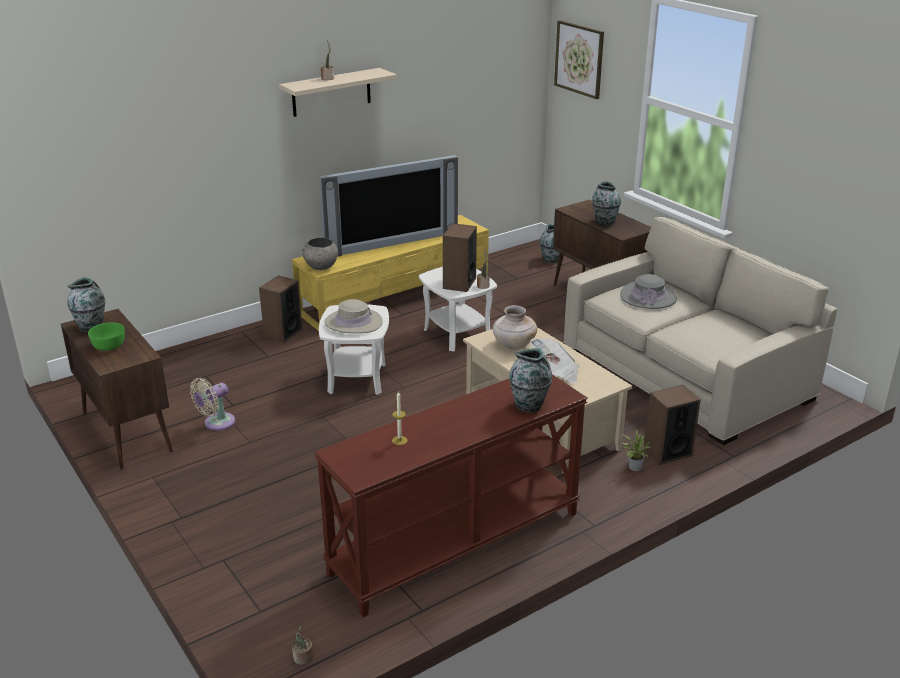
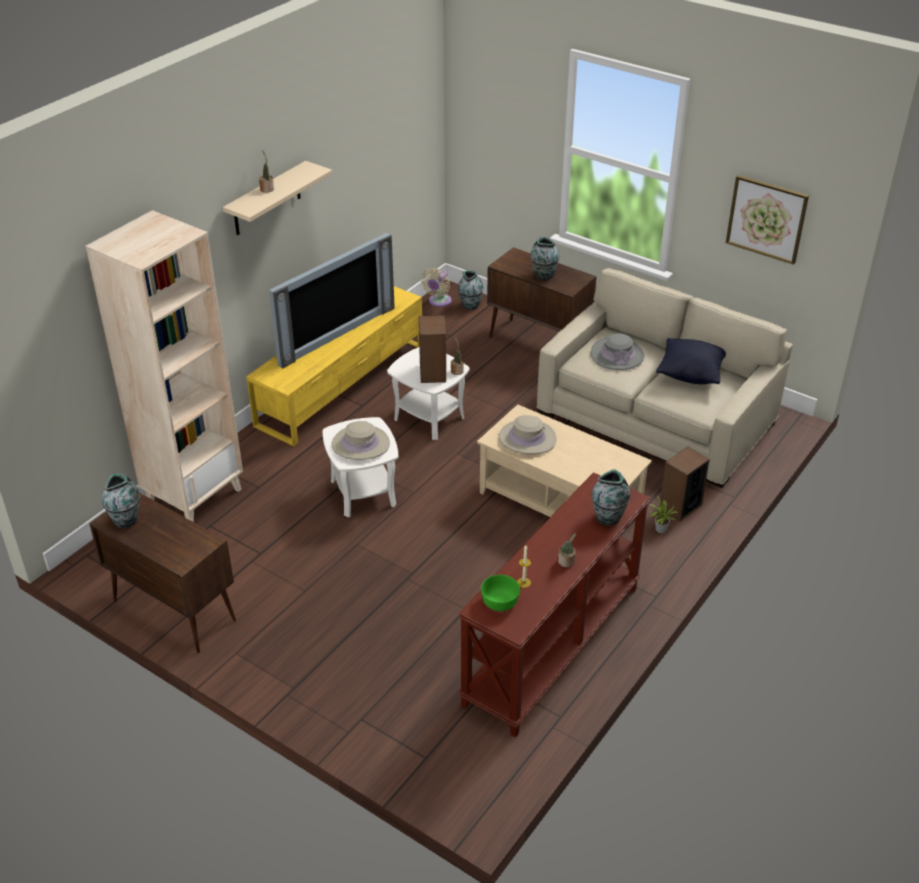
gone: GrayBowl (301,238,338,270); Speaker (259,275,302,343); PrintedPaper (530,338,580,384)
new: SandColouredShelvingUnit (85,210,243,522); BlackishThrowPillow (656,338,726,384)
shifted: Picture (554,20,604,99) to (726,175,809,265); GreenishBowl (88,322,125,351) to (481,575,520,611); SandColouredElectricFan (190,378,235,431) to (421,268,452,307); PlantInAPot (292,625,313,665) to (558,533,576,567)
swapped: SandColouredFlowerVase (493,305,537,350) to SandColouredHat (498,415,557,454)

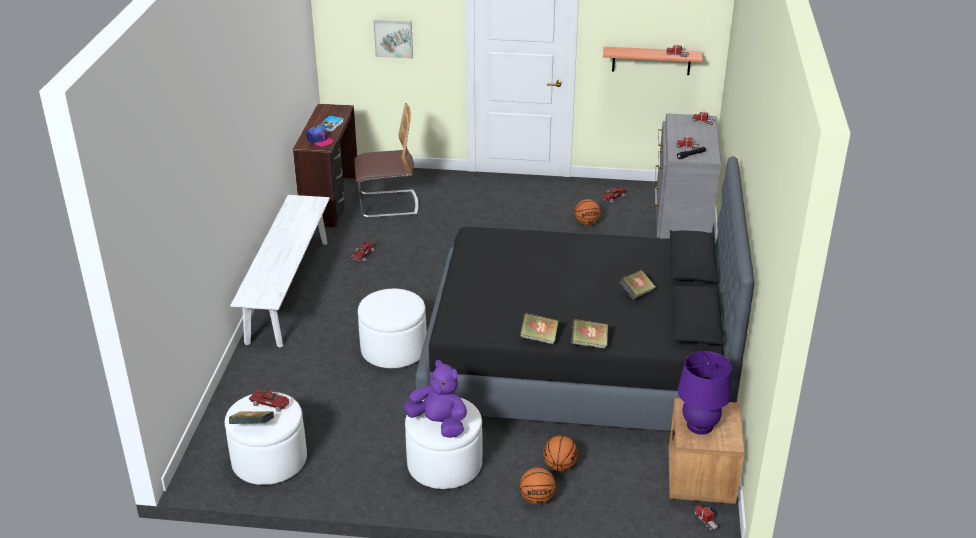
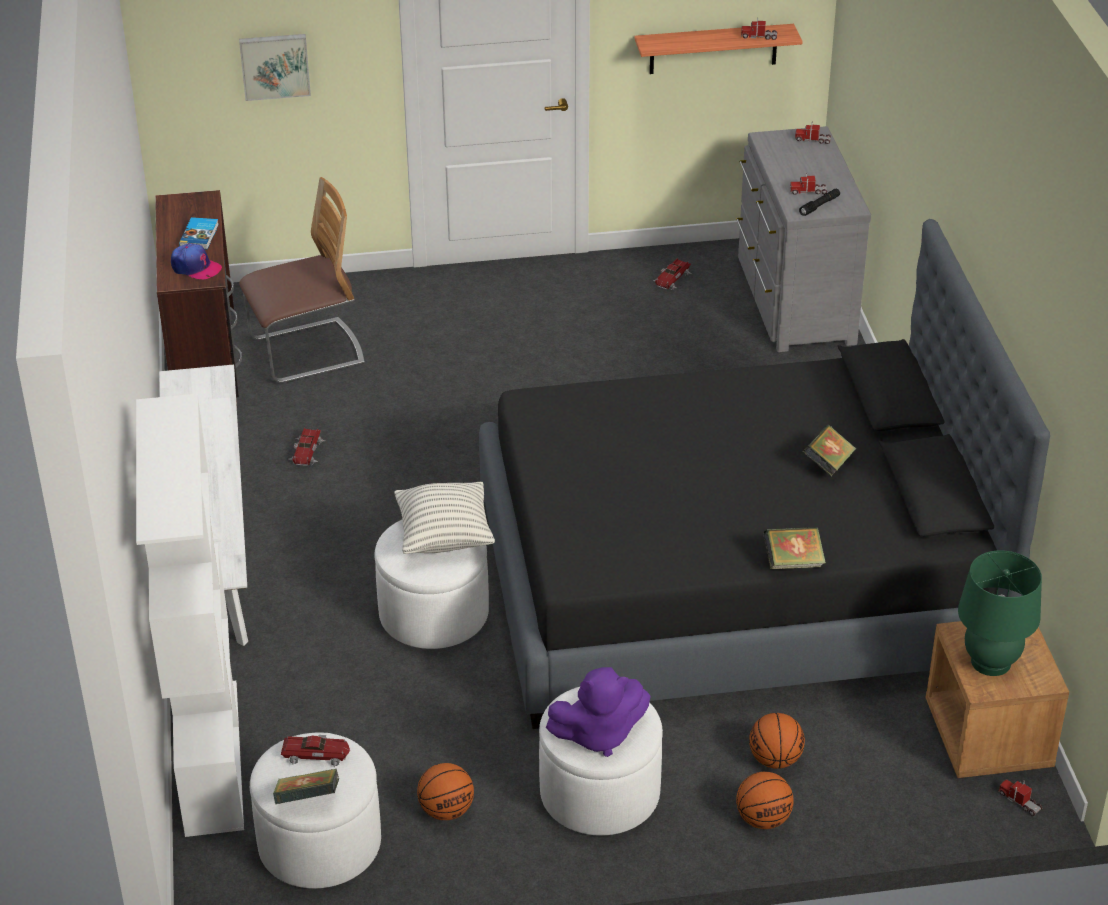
gone: Volume (519,313,559,345)
new: WhiteColouredShelvingUnit (136,394,244,837); ThrowPillow (394,482,495,554)
shifted: Basketball (574,199,601,226) to (417,763,474,820)
repainted: PurpleColouredTabletopLamp (678,351,732,435) to GreenishTabletopLamp (958,550,1042,676)
rotated: PurpleColouredPlushToy (403,360,467,438) = (546,667,651,757) 150 degrees clockwise

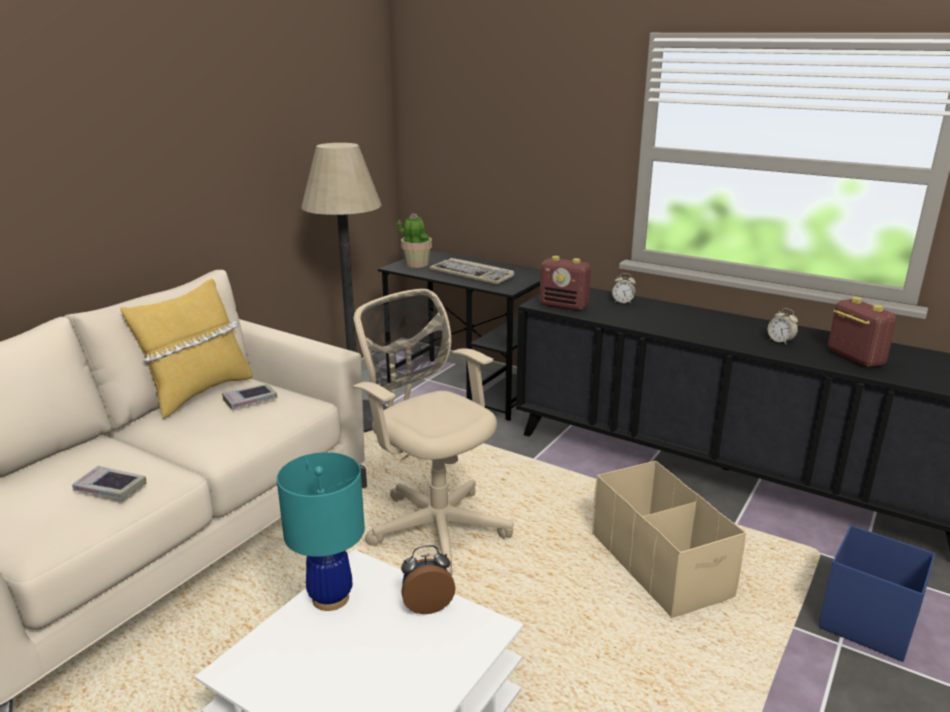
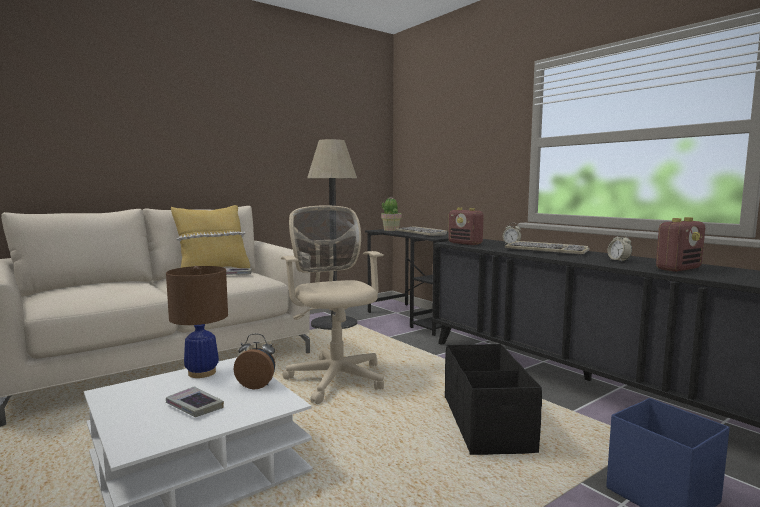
new: PcKeyboard (505,241,589,254)
shifted: Volume (72,466,146,500) to (166,386,224,417)
repainted: BlueGreenTabletopLamp (277,452,365,611) to BrownTabletopLamp (166,266,228,378); SandColouredStorageContainer (592,461,746,618) to BlackishStorageContainer (445,344,542,455)
rotated: RadioReceiver (828,297,896,367) = (656,217,705,272) 60 degrees clockwise

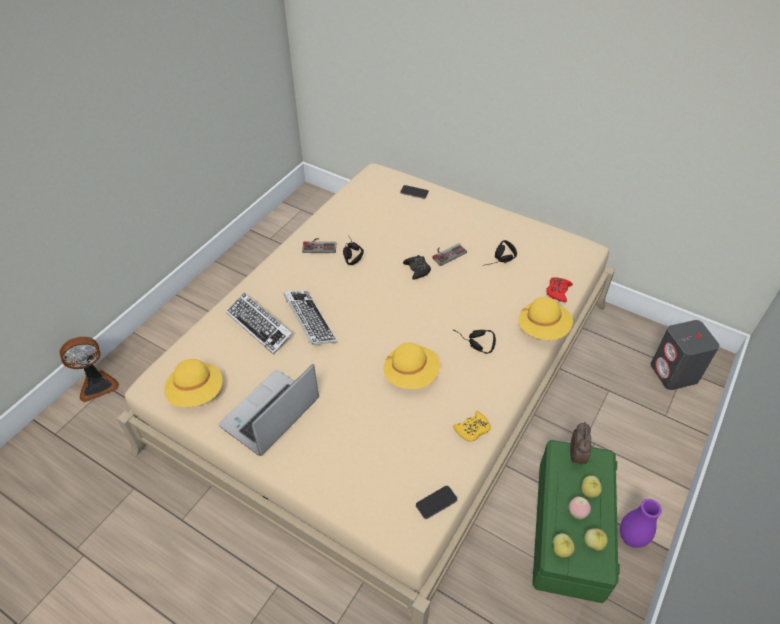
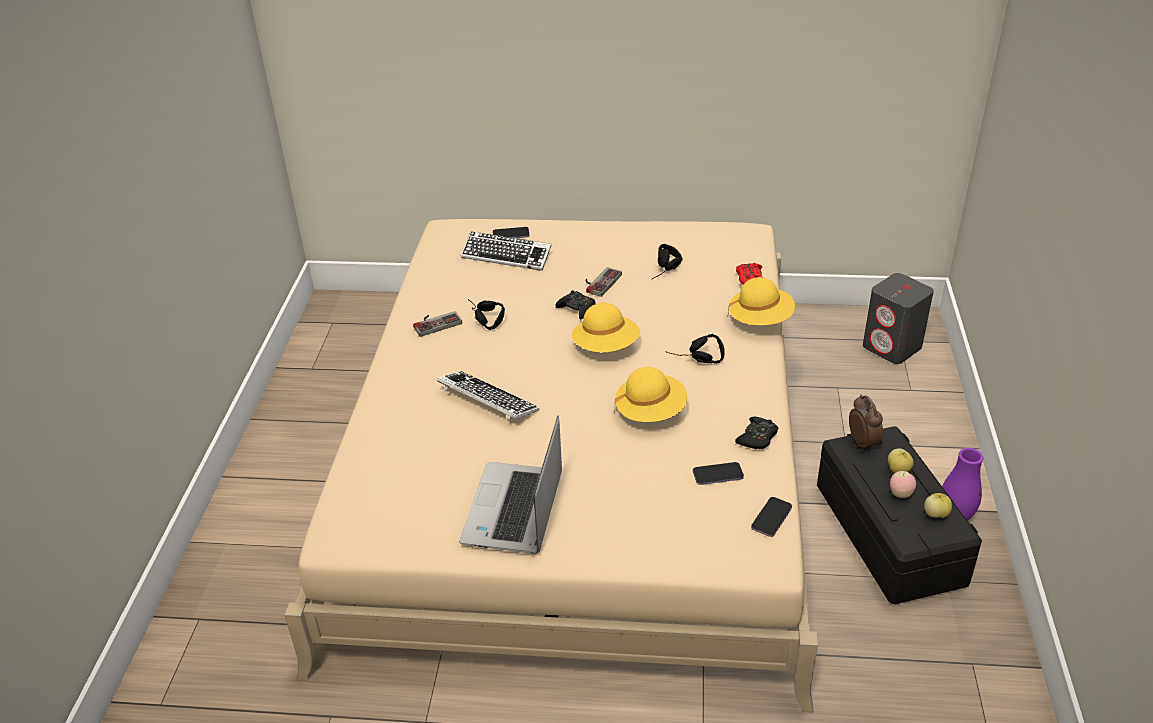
gone: ElectricFan (60,337,119,403); Apple (553,533,575,557)
new: Telephone (693,462,744,485)
shifted: PcKeyboard (226,293,293,355) to (461,231,552,271); YellowishHat (164,359,222,407) to (572,303,640,353)
repainted: YellowishGamepad (453,411,491,442) to BlackishGamepad (735,417,778,449); GreenishStorageContainer (532,440,620,603) to BlackishStorageContainer (817,426,982,604)

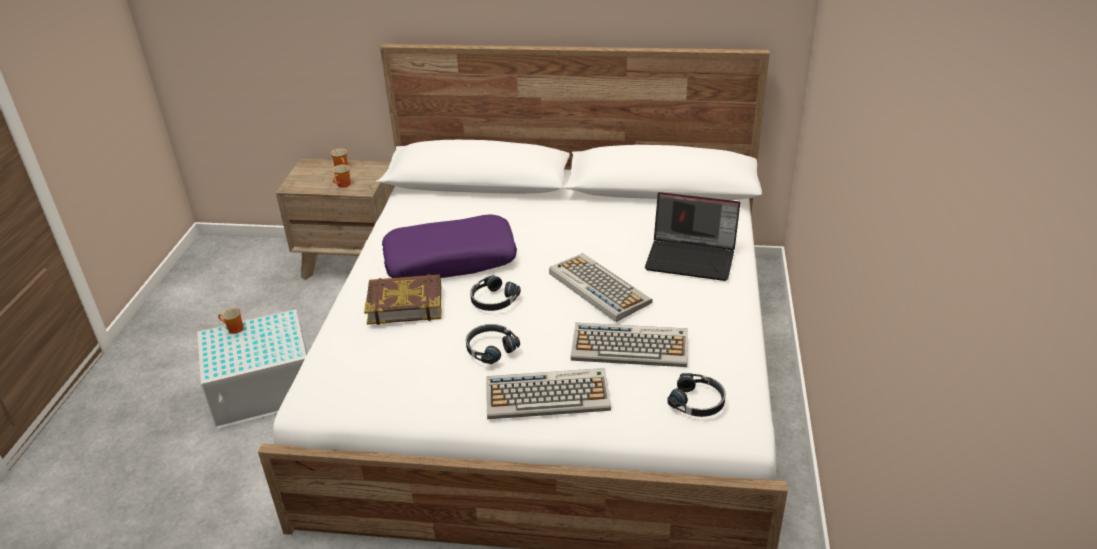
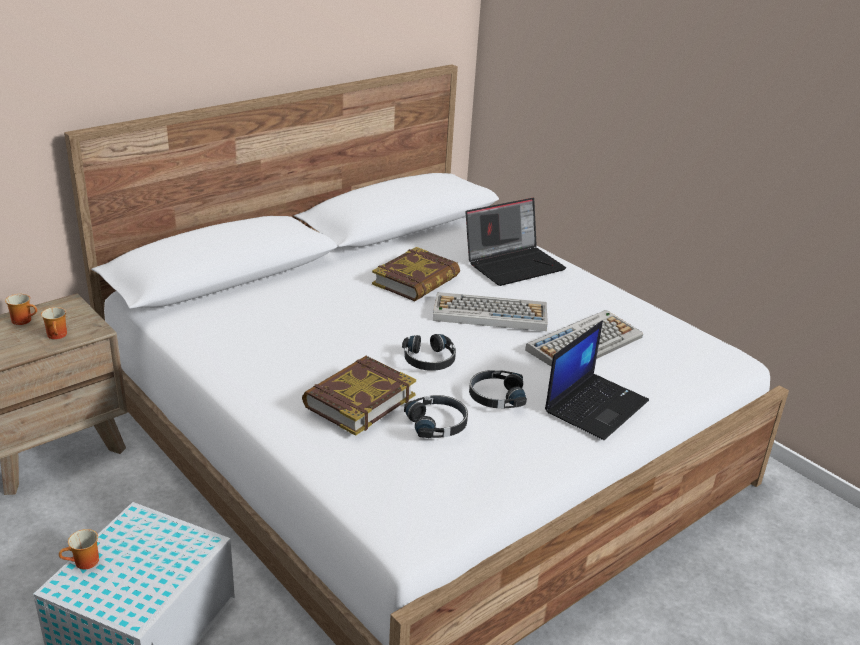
gone: PurpleColouredThrowPillow (382,214,517,278)
new: Volume (372,247,460,301)
shifted: BlackishHeadphones (667,373,725,417) to (404,395,468,438)
swapped: PcKeyboard (486,368,611,419) to Laptop (545,321,649,440)

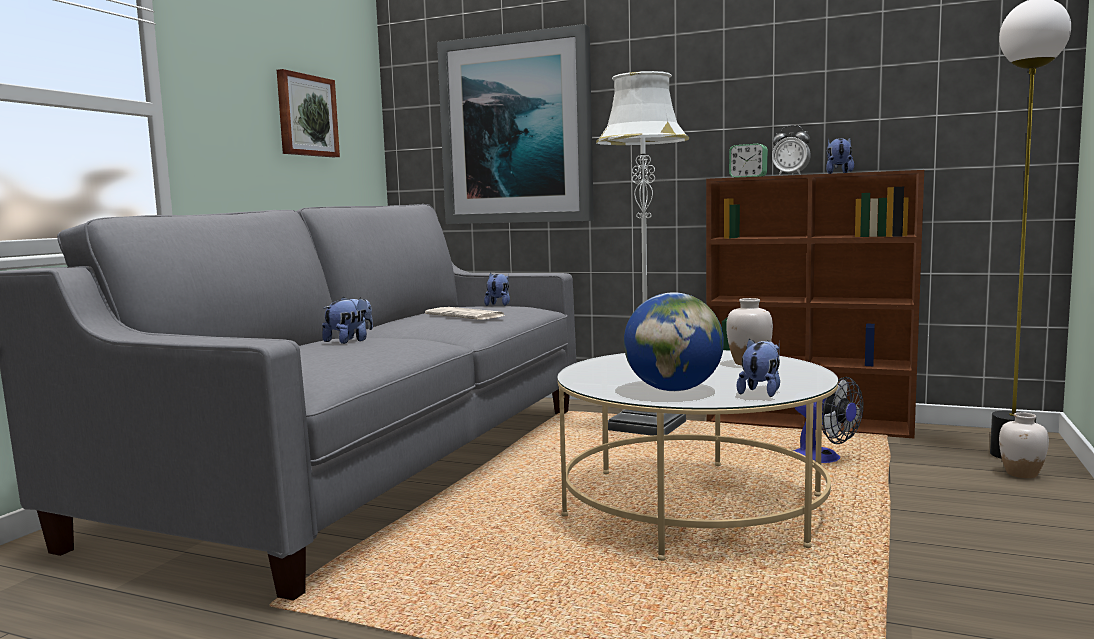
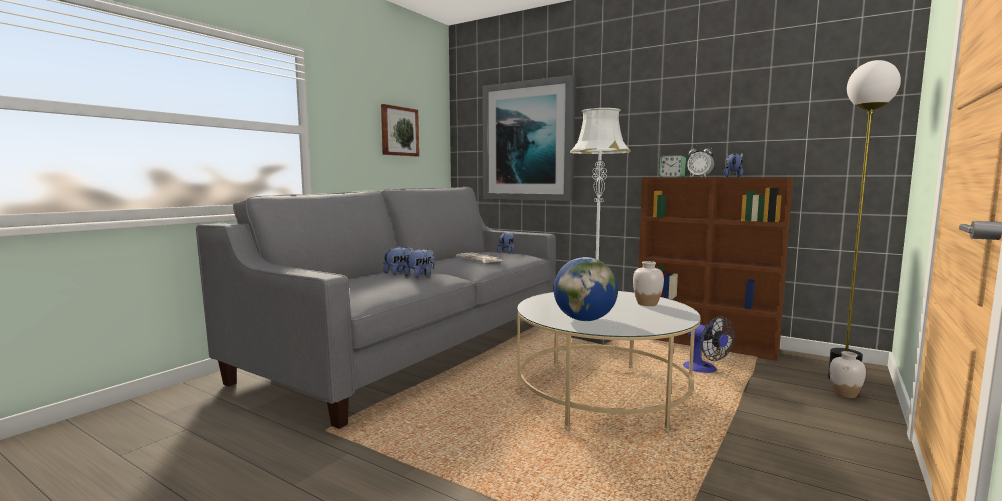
shifted: PlushToy (737,338,780,397) to (404,248,435,278)

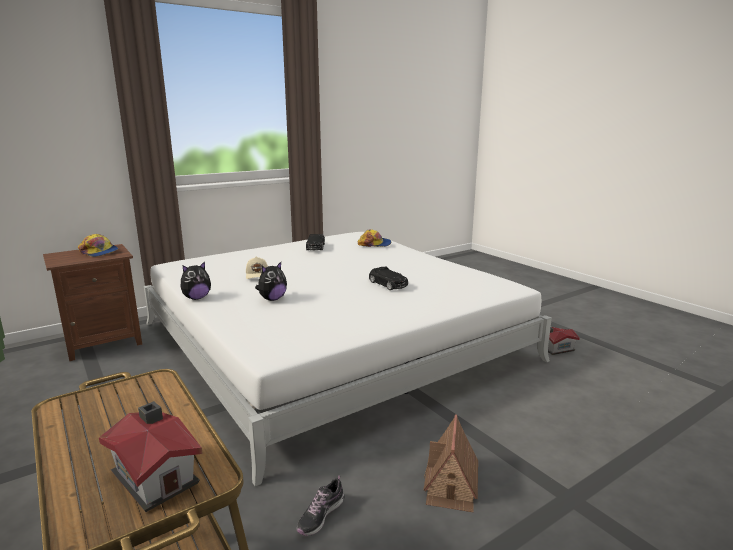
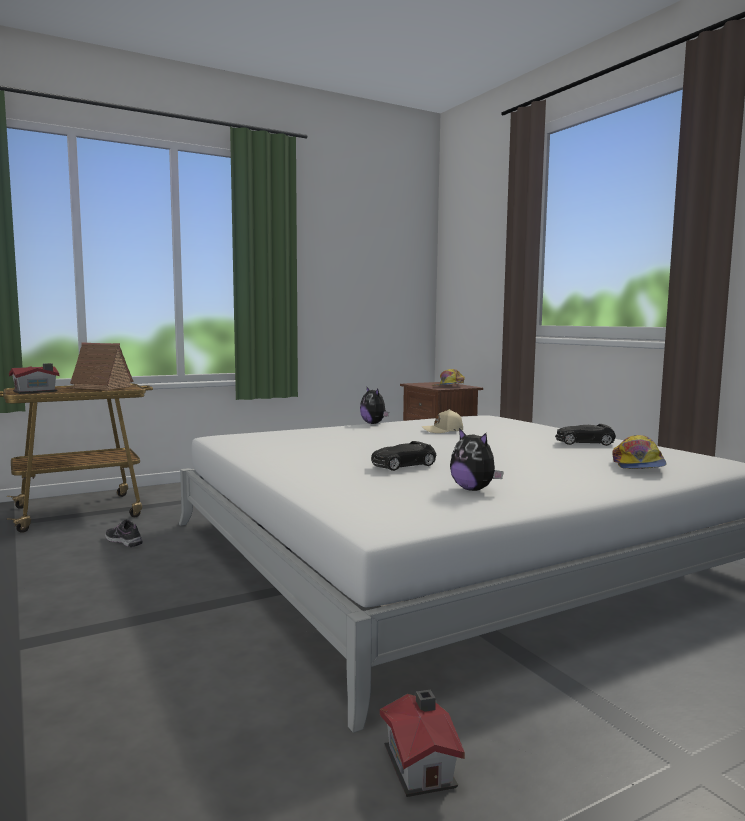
shifted: PlushToy (255,262,287,301) to (450,428,504,491); MiniatureHouse (423,415,478,512) to (65,343,134,390)

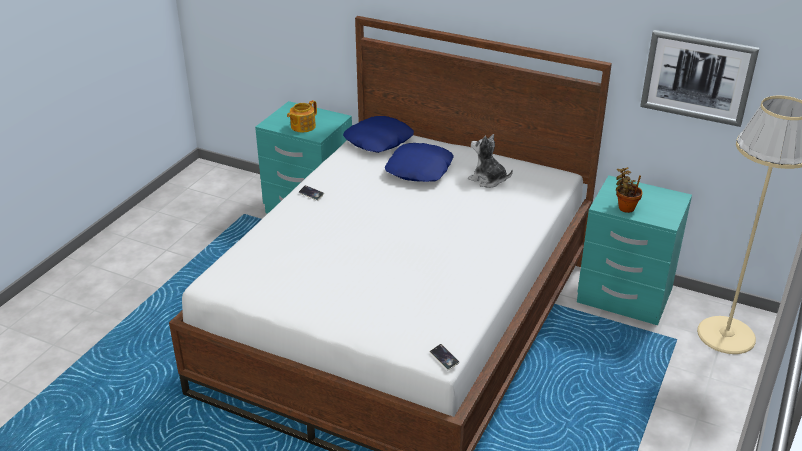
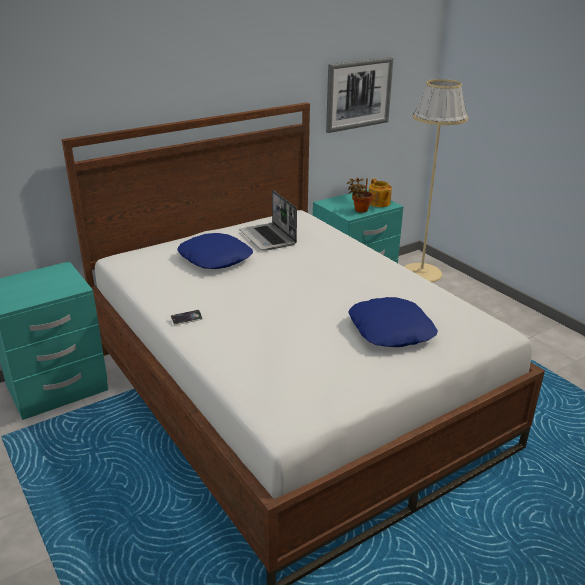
gone: Telephone (430,344,460,370)
shifted: TeaPot (287,100,317,132) to (369,179,392,207); BluishThrowPillow (343,116,414,153) to (348,297,438,347)
swapped: PlushToy (468,134,513,188) to Laptop (240,190,297,251)

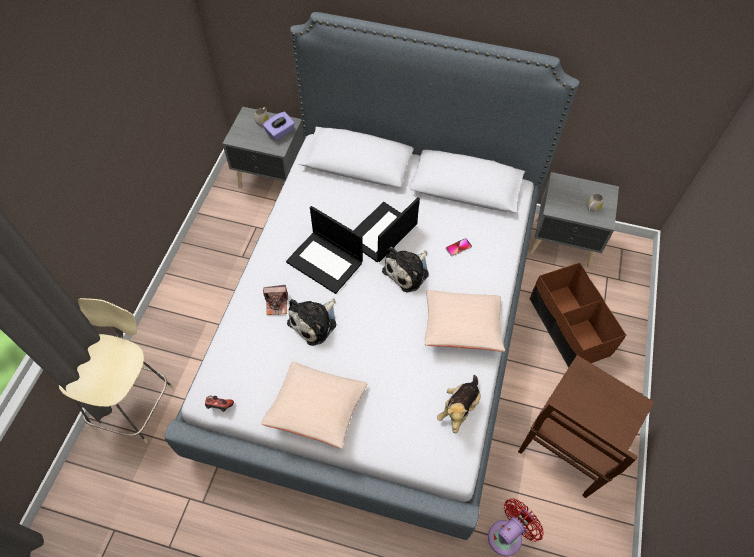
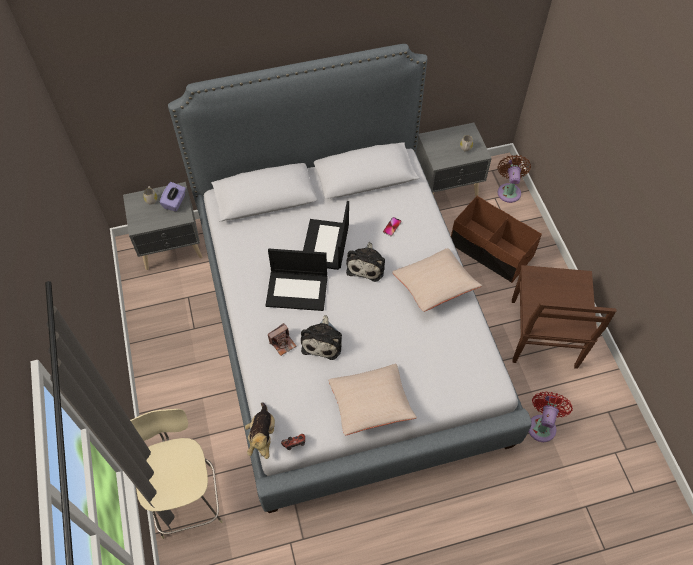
new: BrownElectricFan (497,154,531,203)
shifted: PlushToy (437,375,481,433) to (245,403,275,459)

